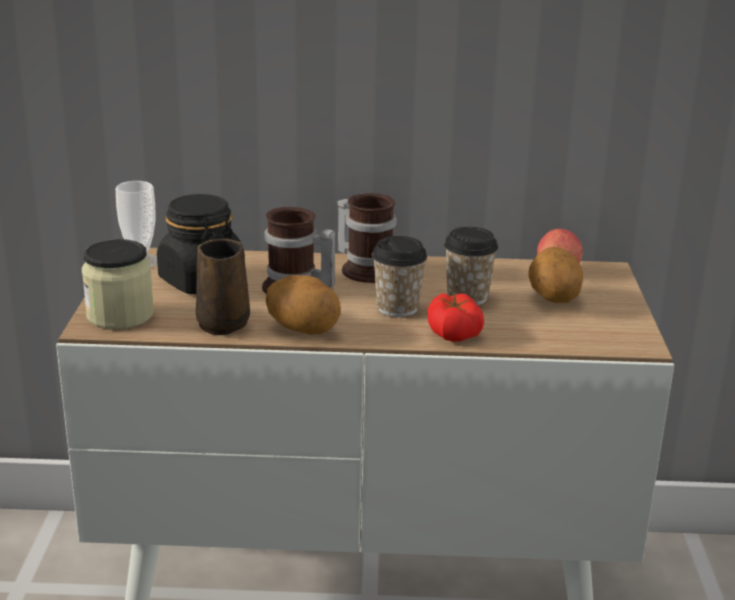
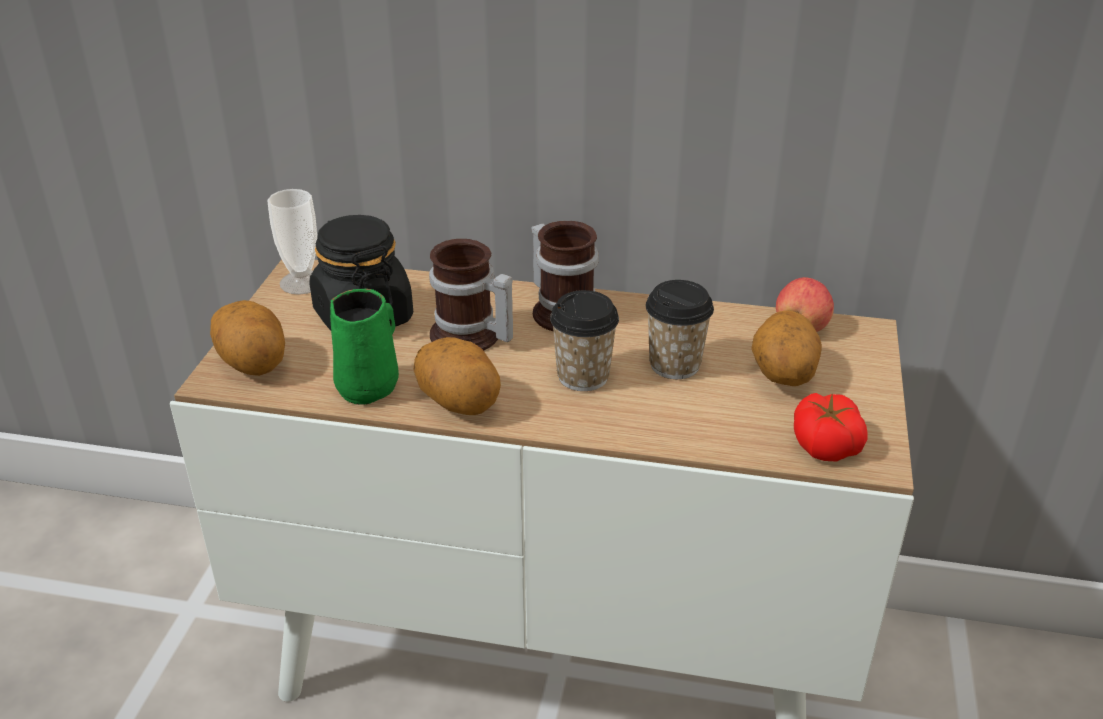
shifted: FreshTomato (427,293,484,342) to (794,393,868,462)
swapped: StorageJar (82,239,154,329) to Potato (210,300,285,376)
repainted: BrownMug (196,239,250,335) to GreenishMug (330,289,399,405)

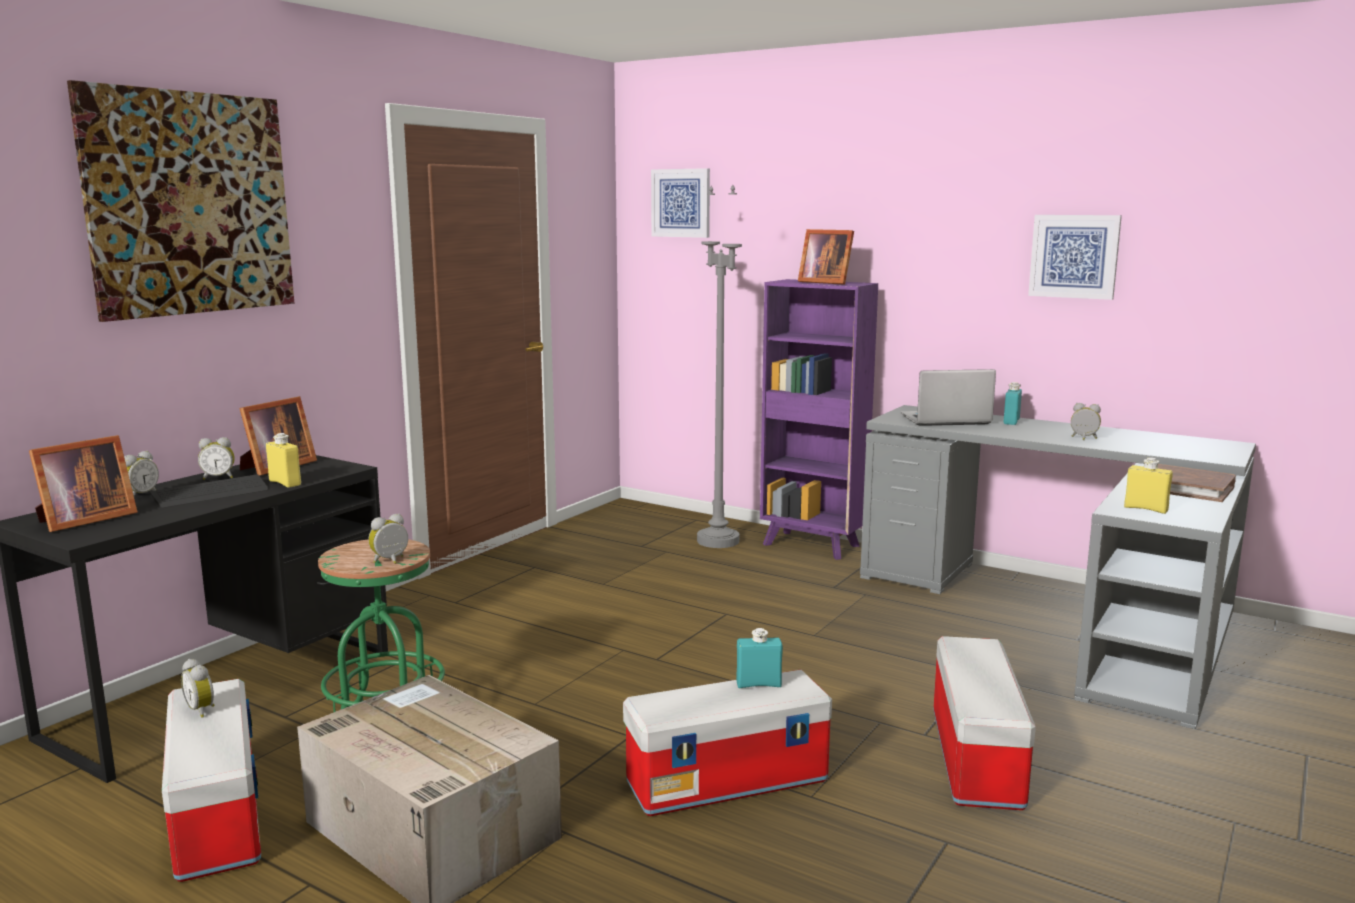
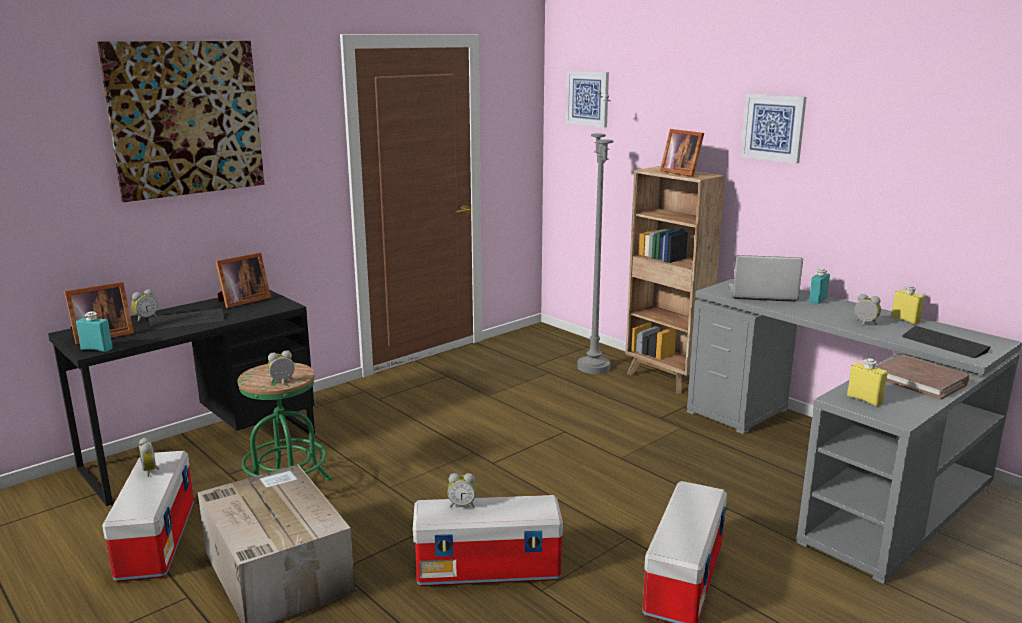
new: PcKeyboard (902,326,991,358)
shifted: Picture (1028,215,1122,300) to (741,93,807,164); YellowishDrinkBottle (266,433,301,488) to (891,285,924,324); BedsideClock (198,437,235,480) to (447,473,476,508); BlueGreenDrinkBottle (736,628,783,688) to (76,311,113,352)
repainted: PurpleColouredShelvingUnit (760,279,878,560) to BrownShelvingUnit (625,166,726,394)

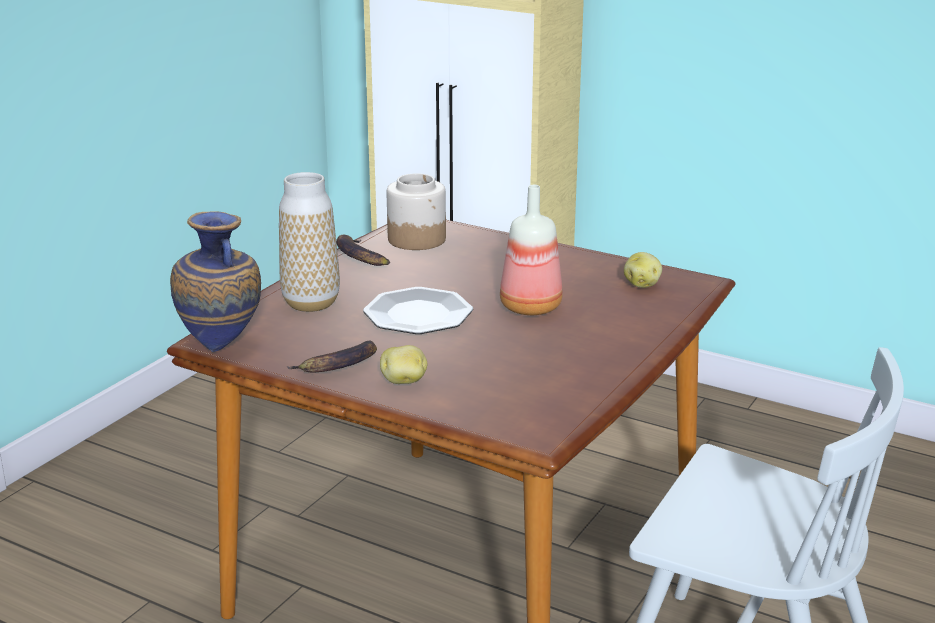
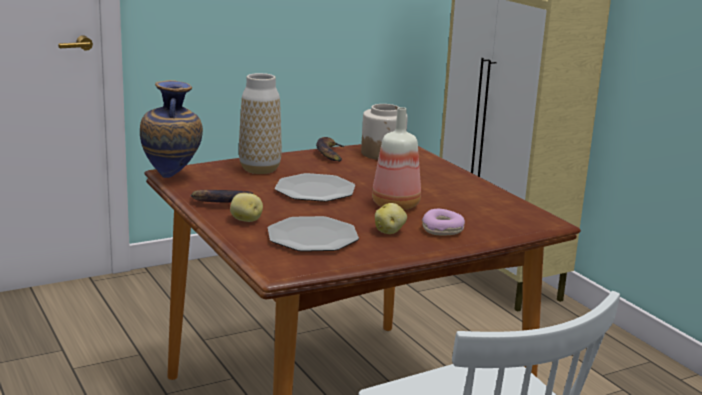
new: Donut (422,209,465,235); FlatDish (268,216,359,252)
shifted: Potato (624,252,662,288) to (375,203,407,234)

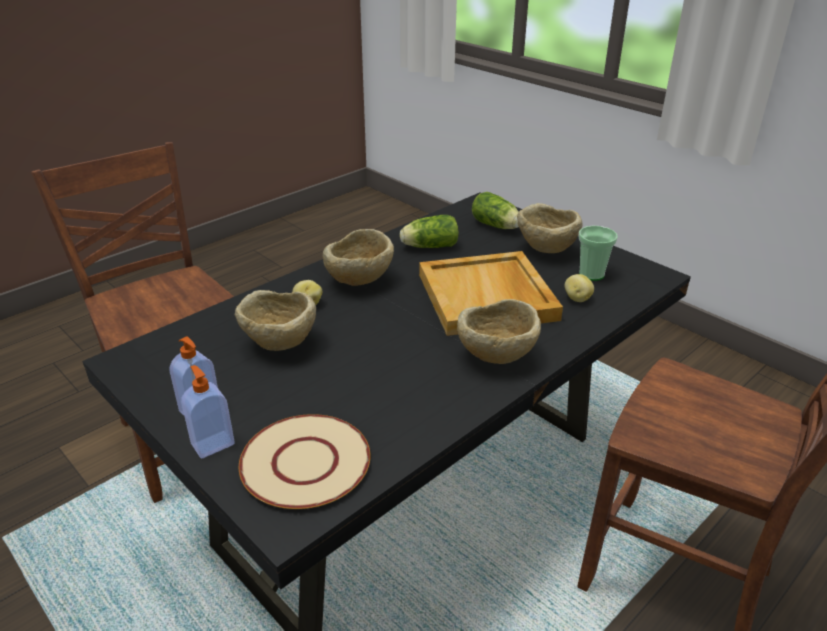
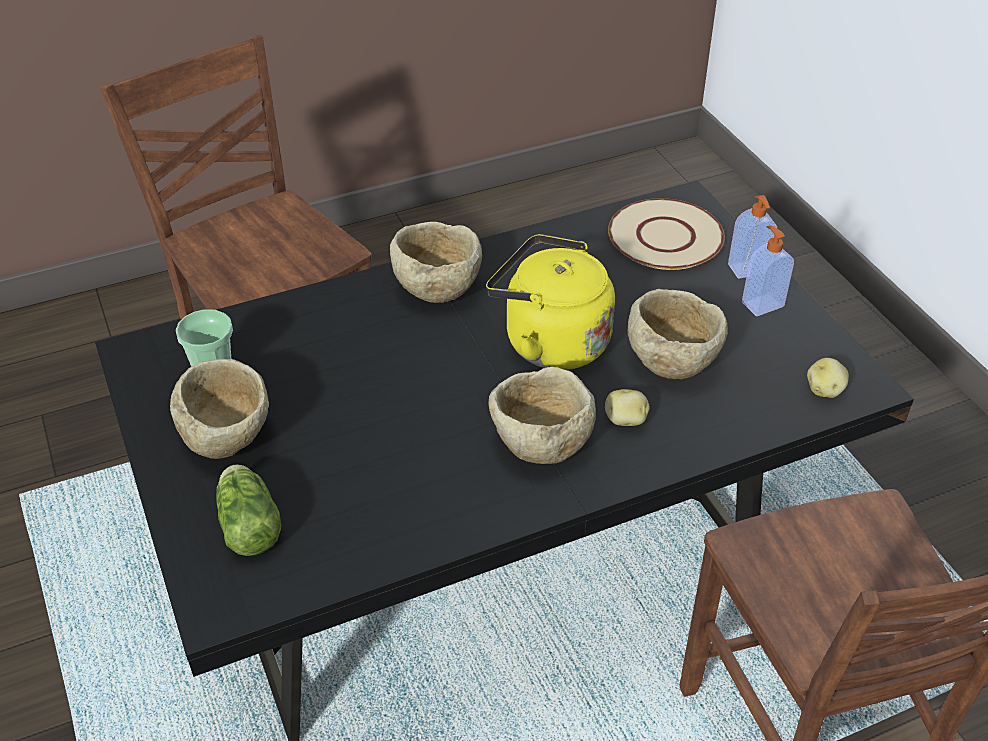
gone: HeadOfLettuce (400,215,459,248); SandColouredServingTray (419,251,563,336)
new: YellowishTeaKettle (486,234,615,370)
shifted: Potato (564,274,594,302) to (807,358,849,398)

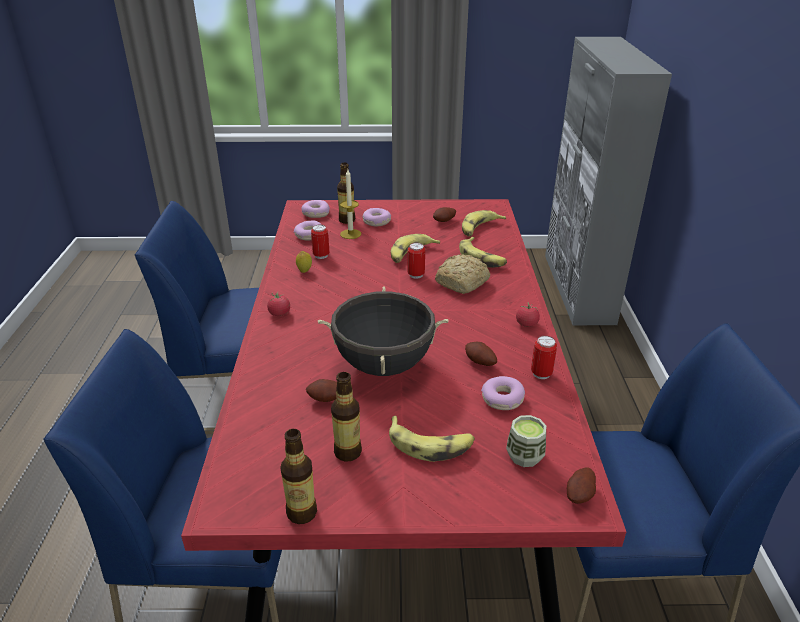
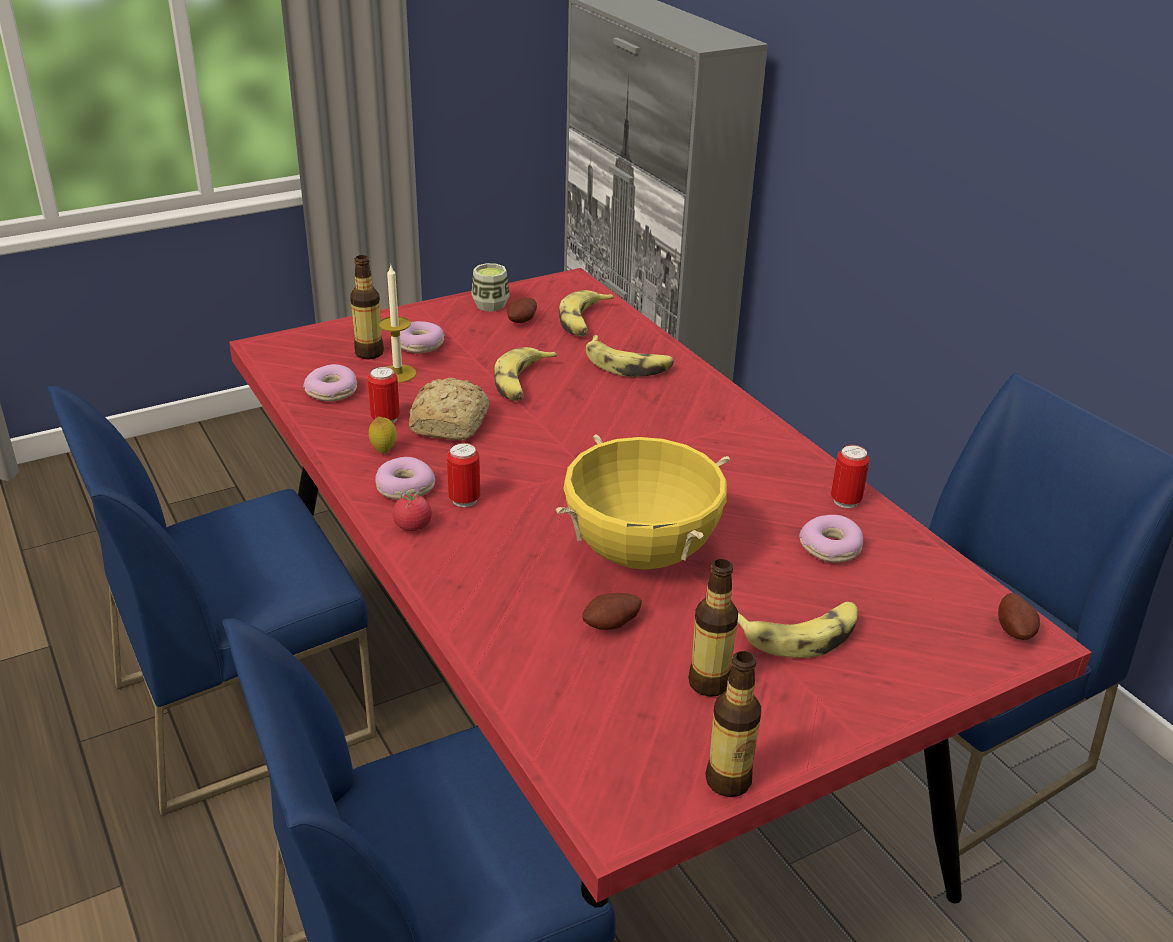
gone: FreshTomato (516,303,540,327); Potato (465,342,497,366)
shifted: Donut (302,200,330,218) to (376,457,436,500); MetalCan (407,243,425,279) to (447,443,480,507); BakeryBread (435,254,490,294) to (409,378,489,440); Cup (506,415,546,467) to (471,263,510,312)
repainted: BlackishCookingPot (318,286,449,376) to YellowishCookingPot (555,434,730,570)

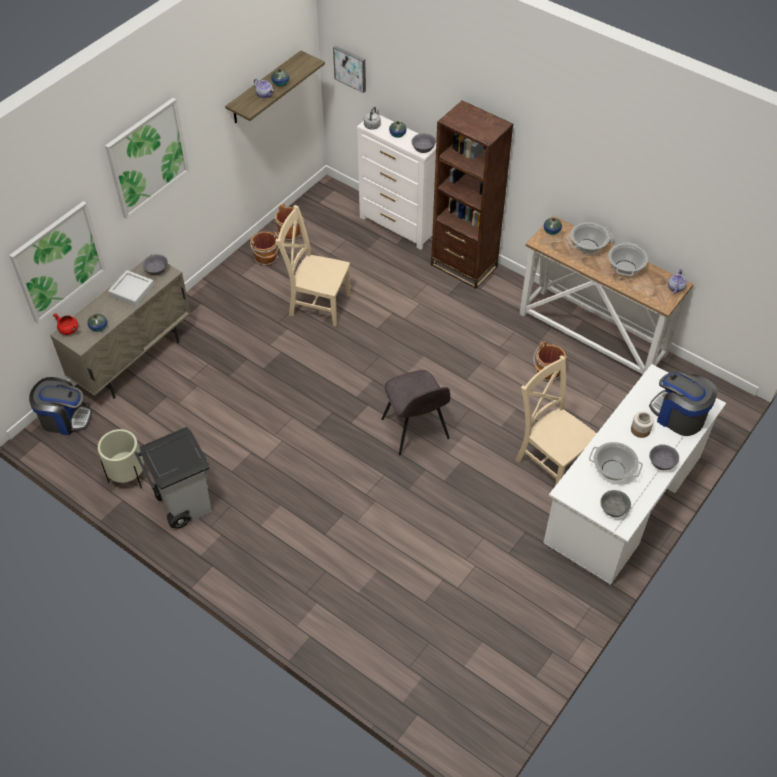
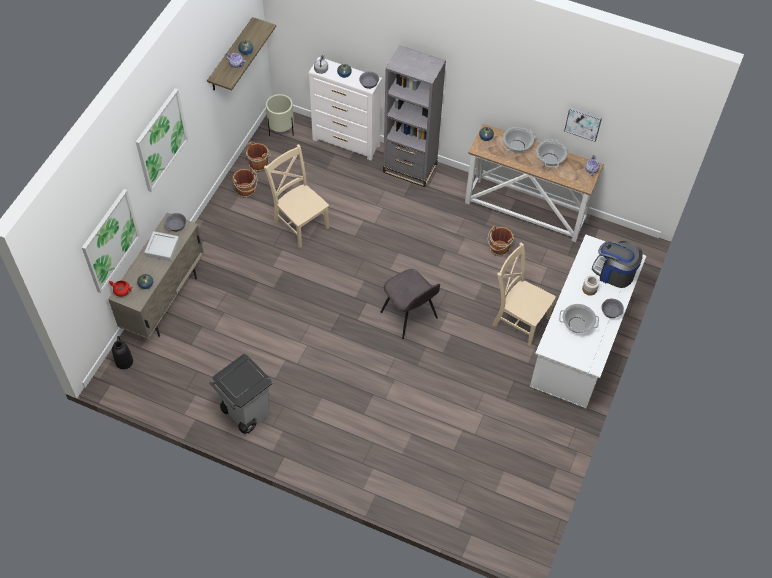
gone: GrayBowl (600,490,631,517)
shifted: Picture (333,46,366,93) to (564,107,602,142); SandColouredPlantPot (98,429,144,488) to (266,94,294,136)
swapped: CoffeeMaker (29,377,92,435) to BlackishFlowerVase (112,336,133,369)
repainted: BrownShelvingUnit (431,100,513,289) to GrayShelvingUnit (383,45,446,187)
rotated: SandColouredPlainChair (276,205,351,326) = (264,144,329,248) 45 degrees clockwise

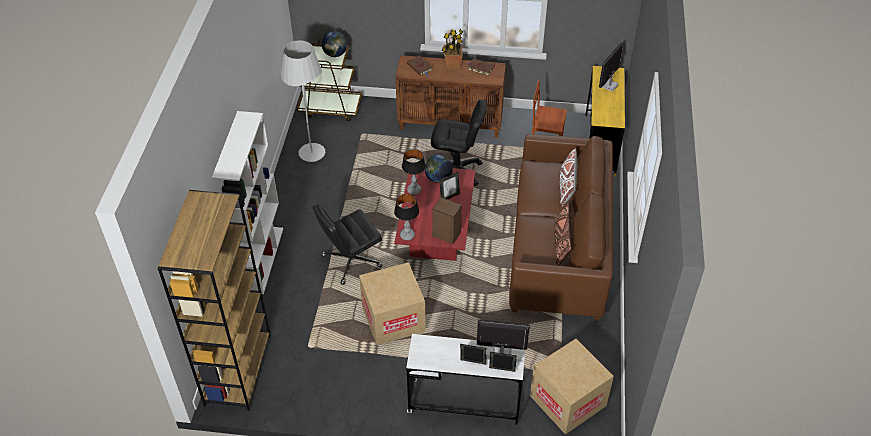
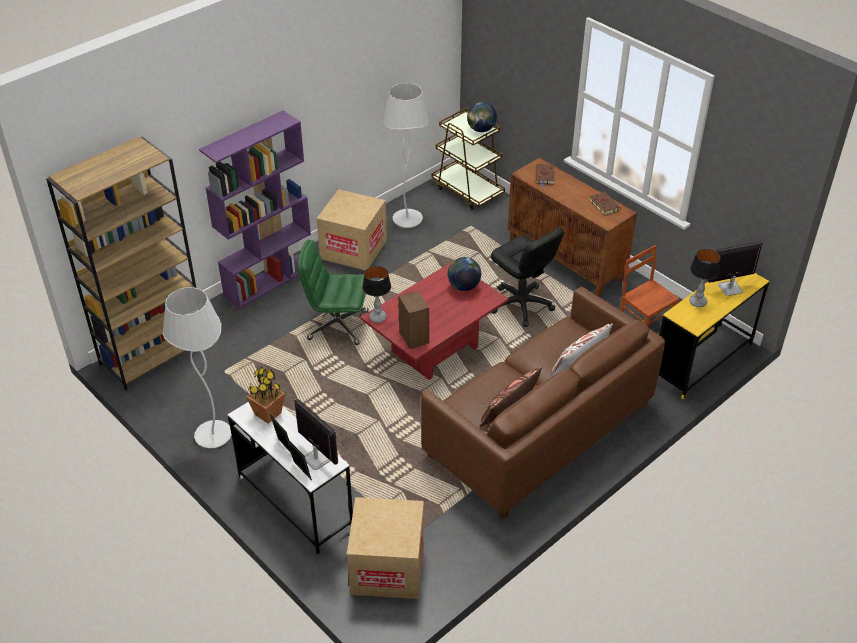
gone: StandingFrame (439,172,460,200)
new: WhiteColouredFloorLamp (162,287,232,448)
shifted: PlantInAPot (442,29,463,69) to (246,367,285,424); TabletopLamp (402,149,426,195) to (689,249,721,307); CardboardBox (359,262,426,345) to (317,189,387,270)
repainted: WhiteColouredShelvingUnit (212,111,283,294) to PurpleColouredShelvingUnit (199,110,311,309); BlackishDeskChair (313,204,382,285) to GreenishDeskChair (298,240,369,345)

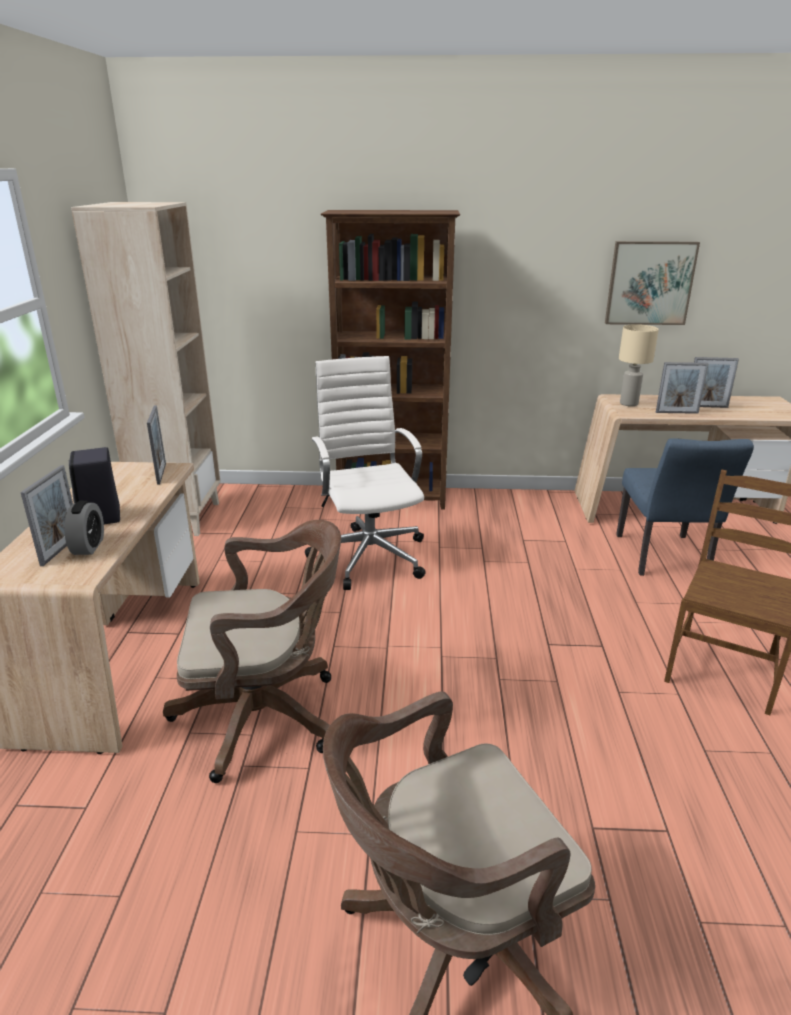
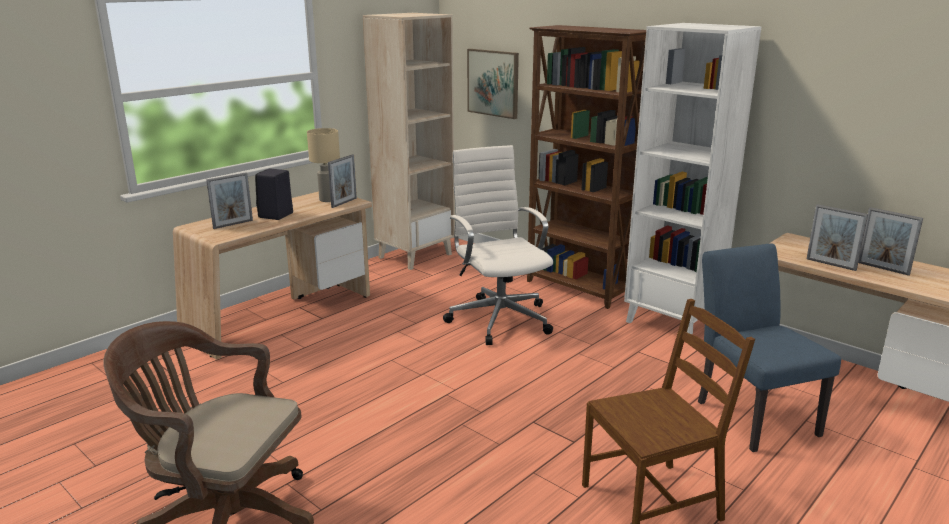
gone: BedsideClock (64,501,104,555); BrownDeskChair (163,520,341,783)
new: WhiteColouredShelvingUnit (624,23,762,334)
shifted: Picture (605,241,700,325) to (467,49,519,119); SandColouredTabletopLamp (619,324,659,406) to (307,128,340,202)
rotated: WhiteColouredDeskChair (305,356,425,590) = (443,145,553,345) 45 degrees counterclockwise; BluishPlainChair (616,438,754,576) = (698,243,841,452) 120 degrees clockwise

